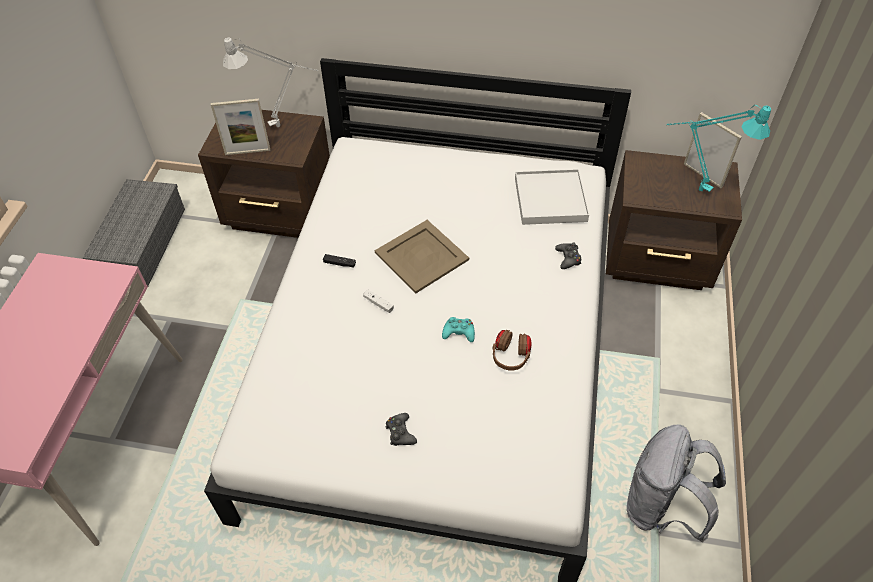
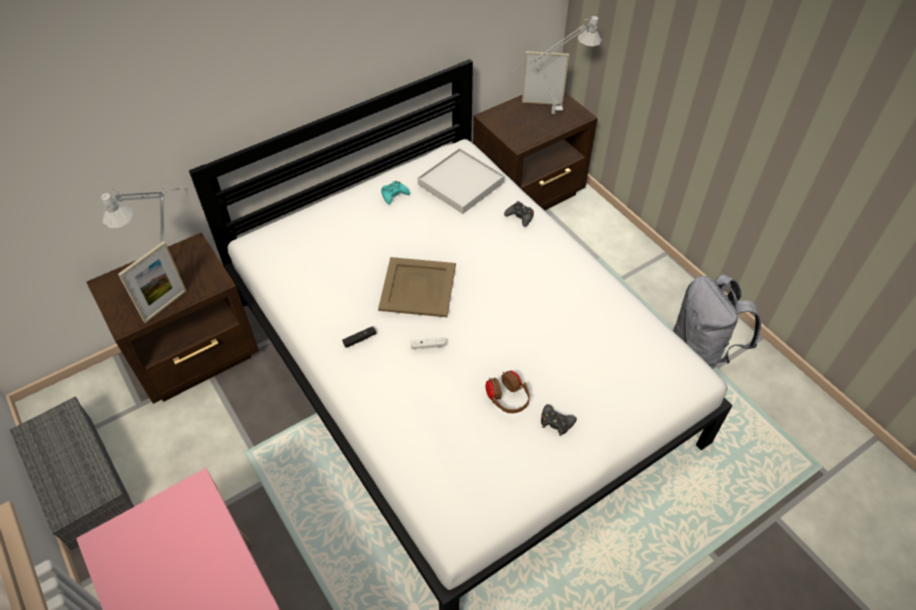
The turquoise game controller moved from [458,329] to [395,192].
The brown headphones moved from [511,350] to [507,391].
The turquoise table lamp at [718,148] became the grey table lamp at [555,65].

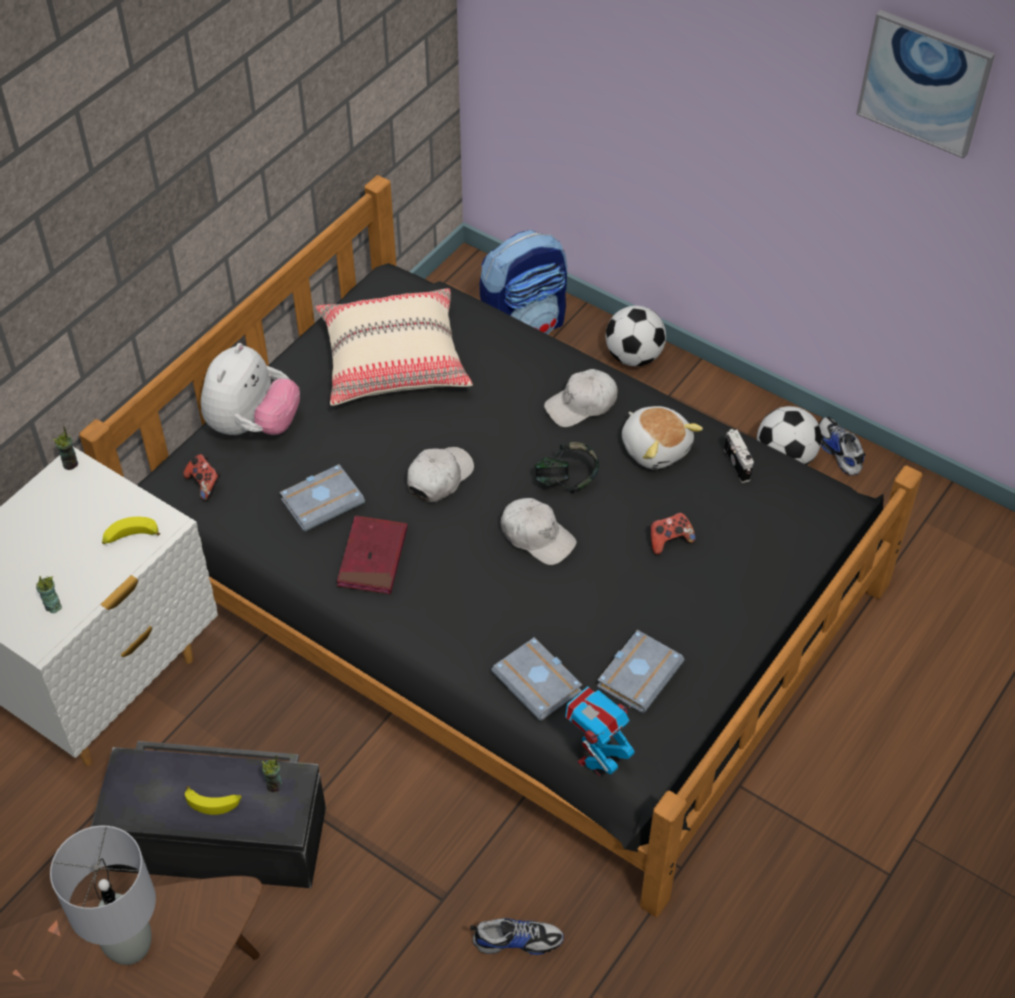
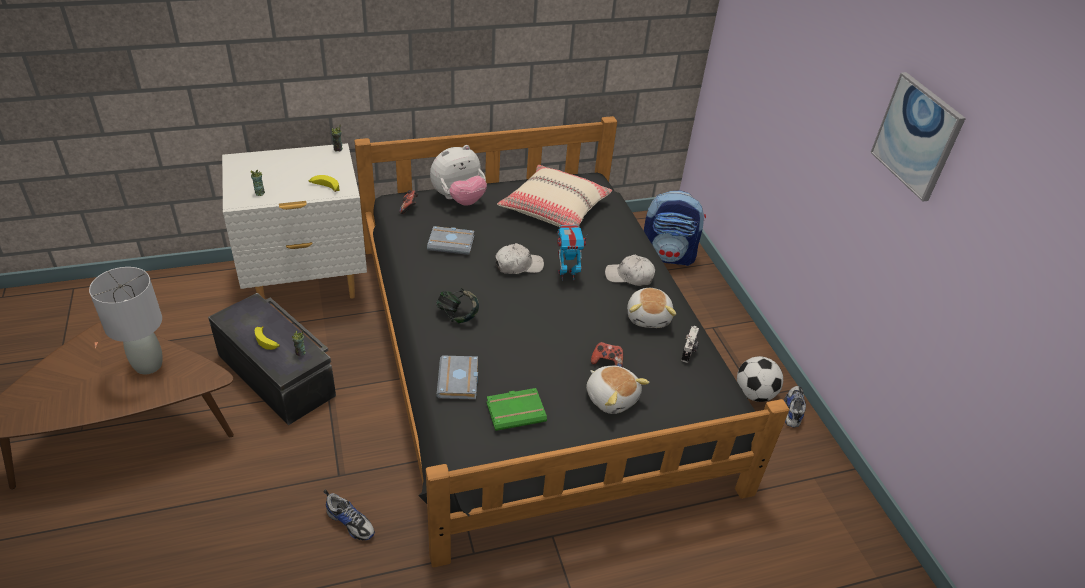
The red book at [372,554] disappeared.
The white cap at [539,531] disappeared.
The football at [636,336] disappeared.
The plush toy at [618,390] appeared.
The headphones moved from [567,467] to [457,305].
The toy robot moved from [600,731] to [572,253].
The grey book at [640,671] became the green book at [516,409].

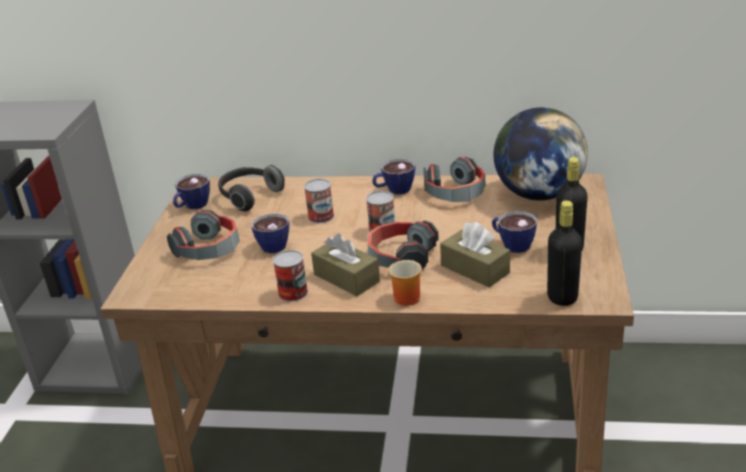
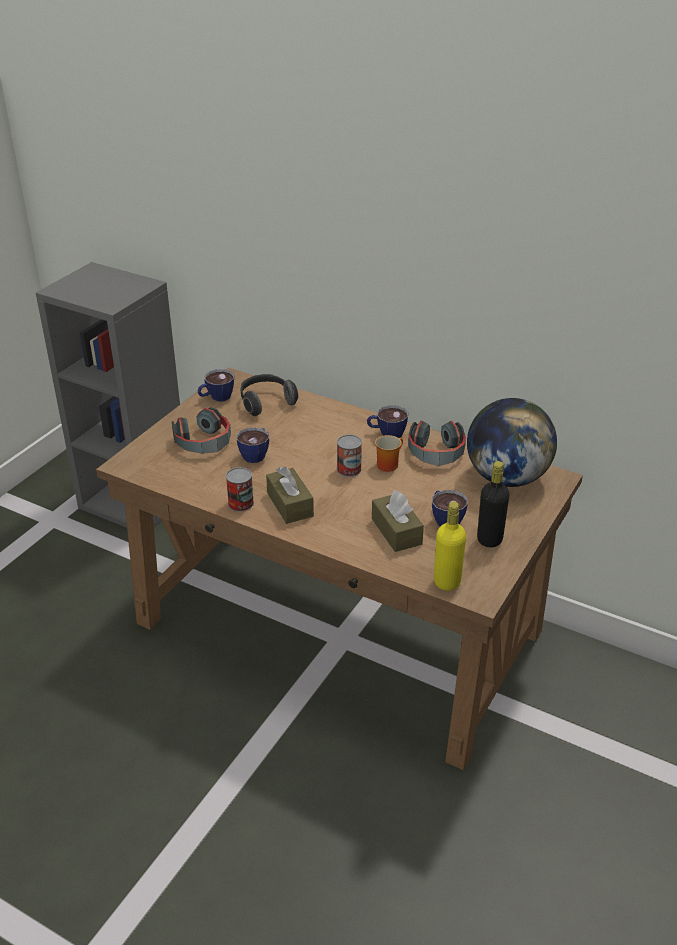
The can at [319,201] disappeared.
The headphones at [403,244] disappeared.
The mug moved from [405,283] to [389,453].
The black bottle at [564,253] became the yellow bottle at [450,546].

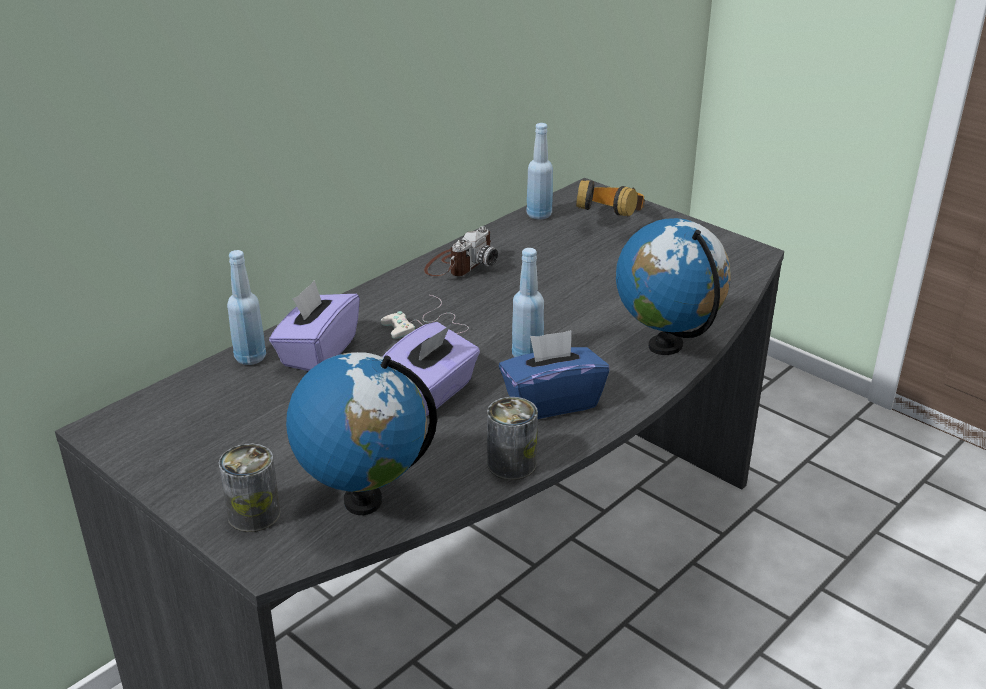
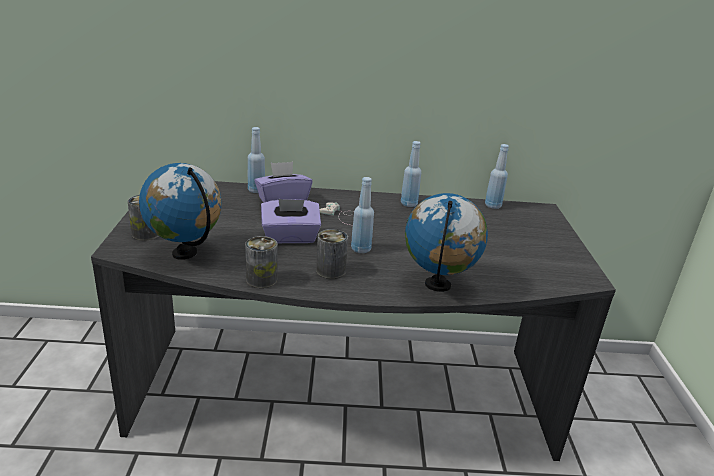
The headphones at [610,198] disappeared.
The photo camera at [461,251] was replaced by the blue bottle at [411,174].
The blue tissue box at [554,374] was replaced by the can at [332,254].

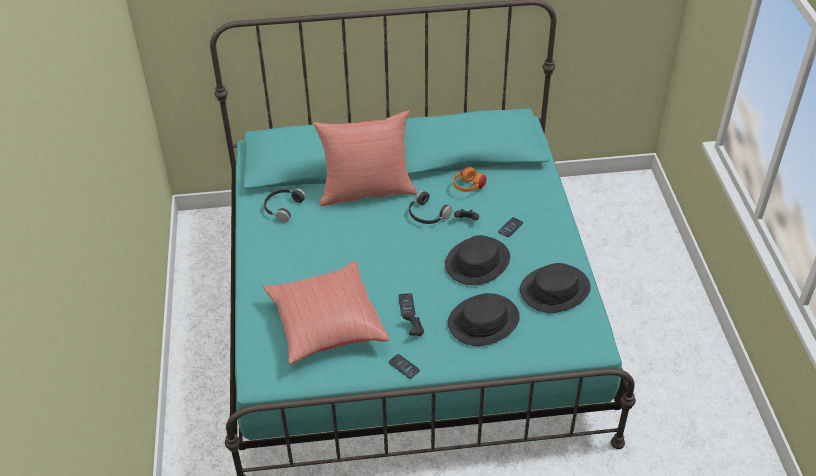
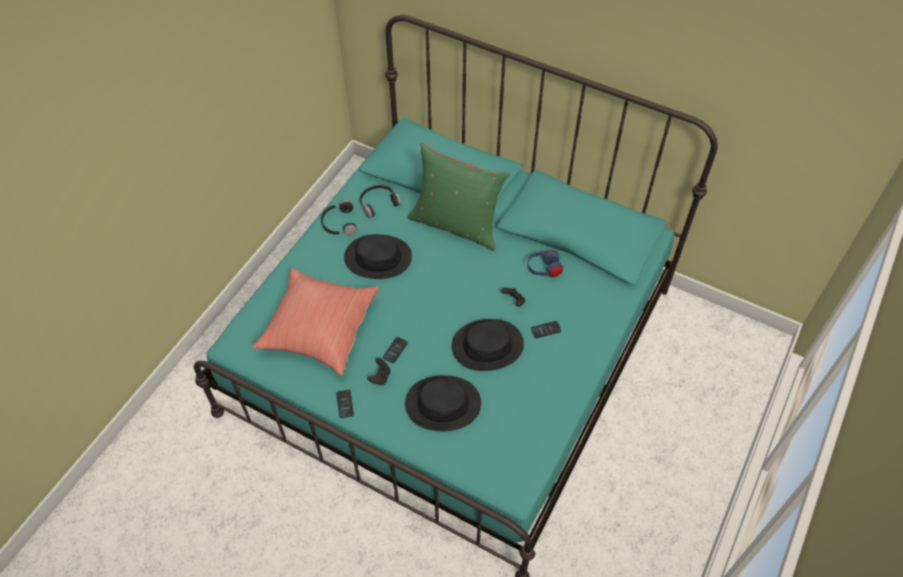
The black headphones moved from [431,207] to [339,218].
The black hat moved from [555,288] to [378,256].
The red pillow at [365,158] became the green pillow at [458,197].
The orange headphones at [469,179] became the blue headphones at [545,263].

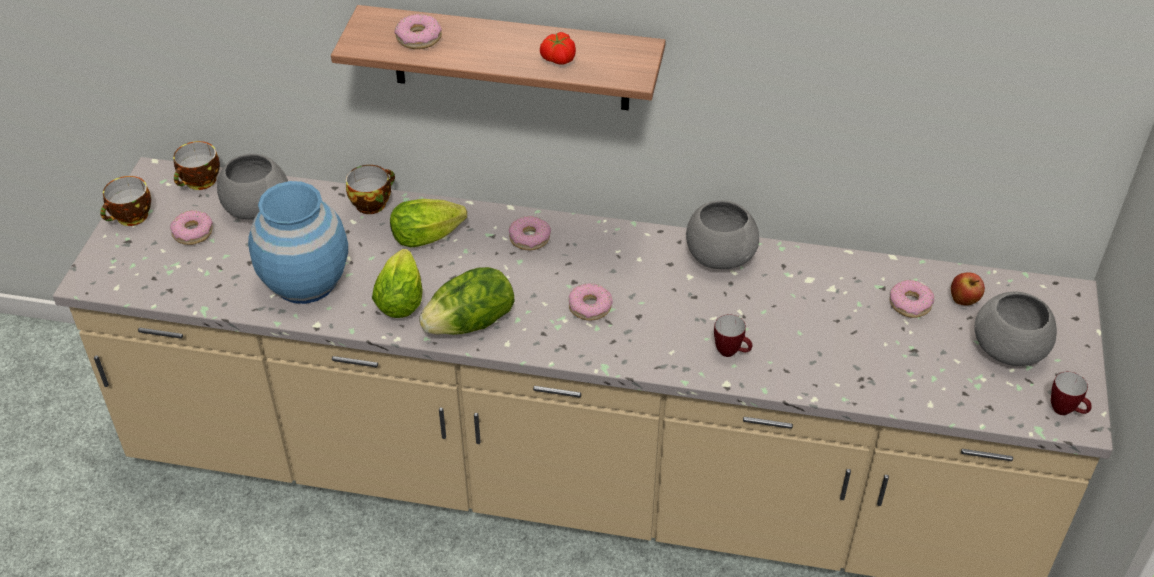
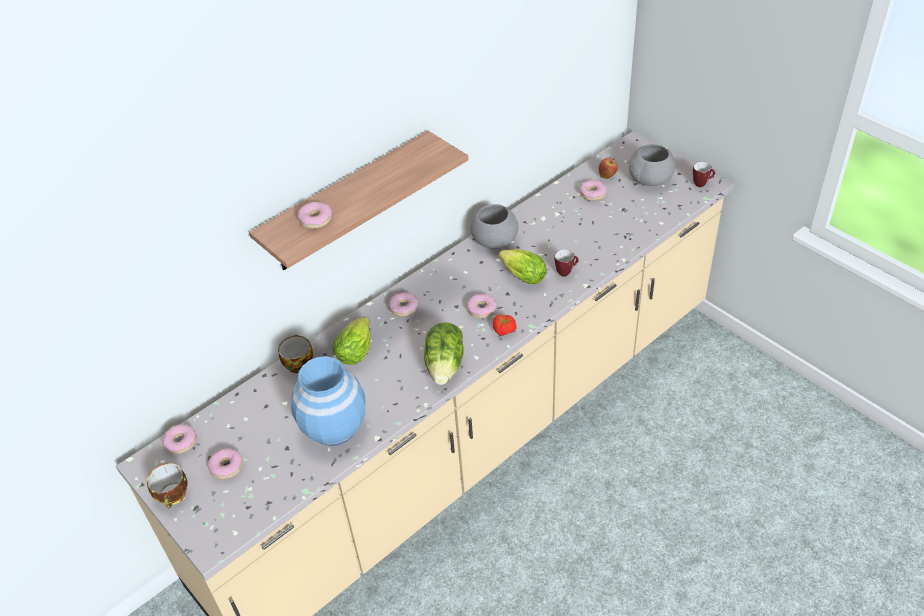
The grey bowl at [252,187] disappeared.
The lettuce moved from [397,283] to [522,266].
The tomato moved from [558,48] to [505,324].
The cup at [196,165] was replaced by the donut at [179,439].

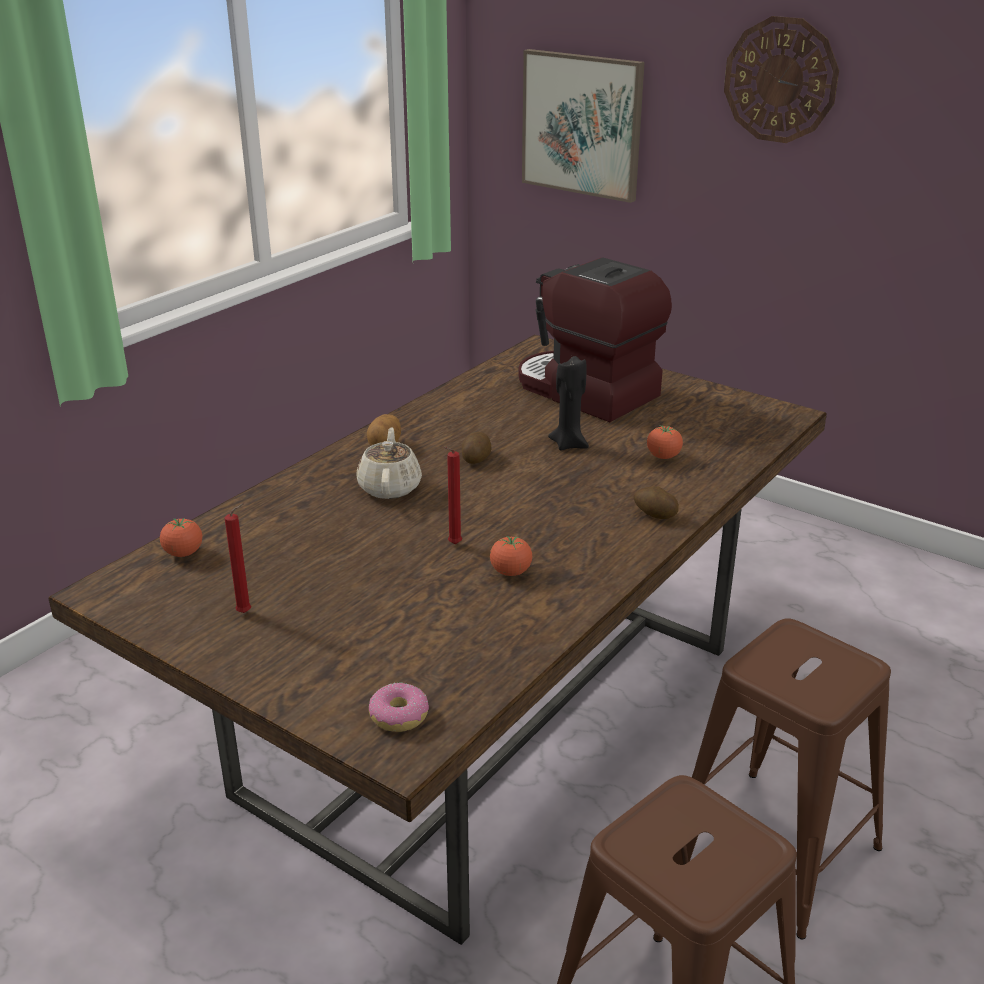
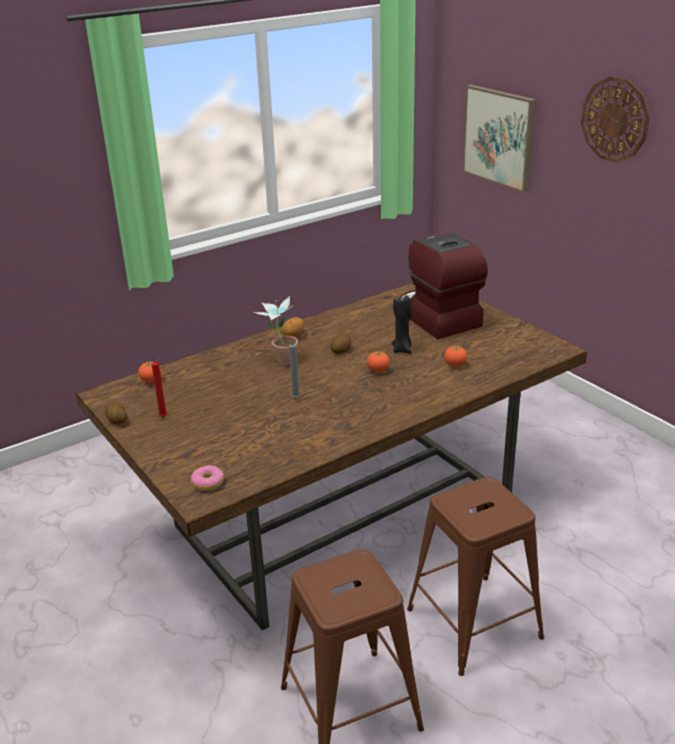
The tomato moved from [511,556] to [378,362].
The potato moved from [656,502] to [116,413].
The beige teapot at [389,463] was replaced by the potted plant at [276,331].
The red candle at [452,495] became the grey candle at [292,369].

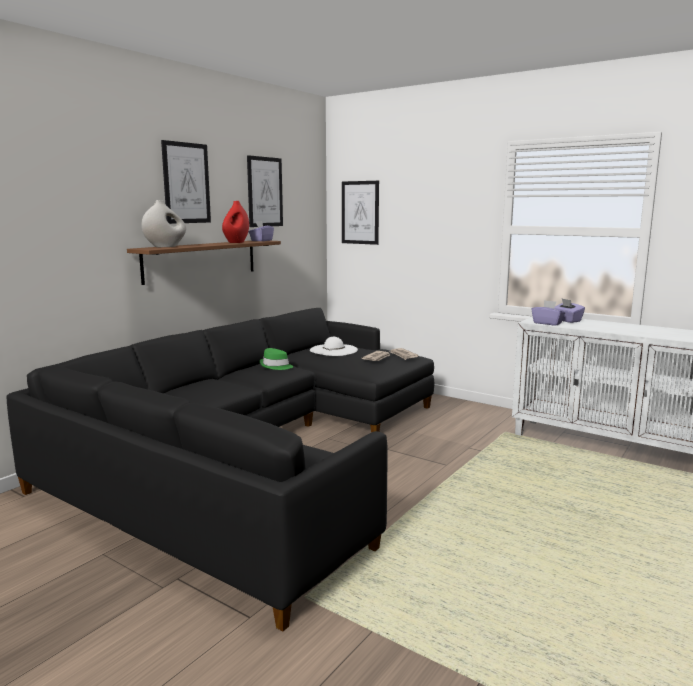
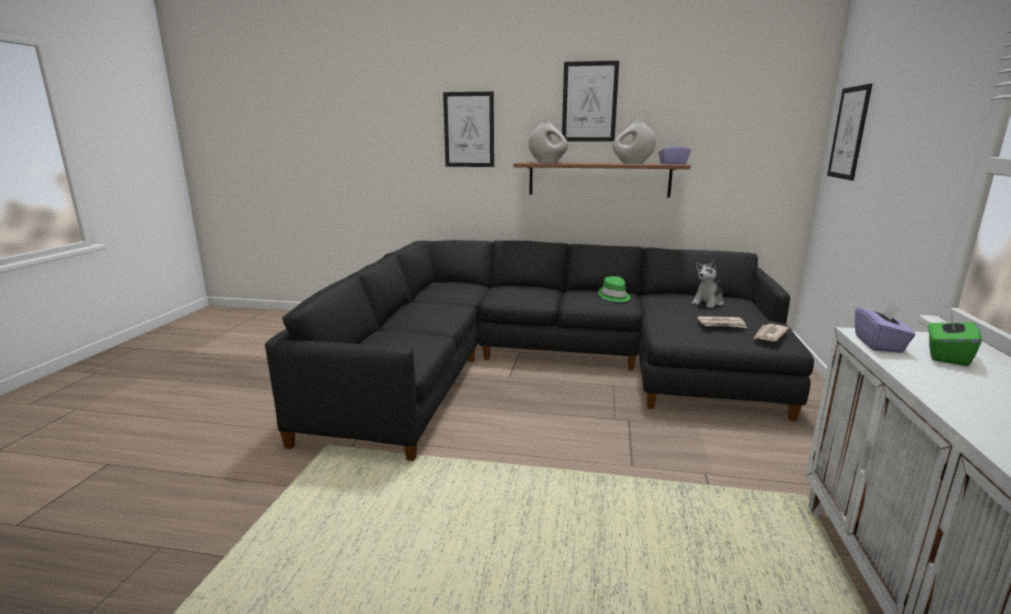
The picture moved from [265,191] to [468,129].
The white hat at [334,346] was replaced by the plush toy at [708,283].
The red vase at [235,222] became the white vase at [634,141].
The purple tissue box at [569,311] became the green tissue box at [955,338].

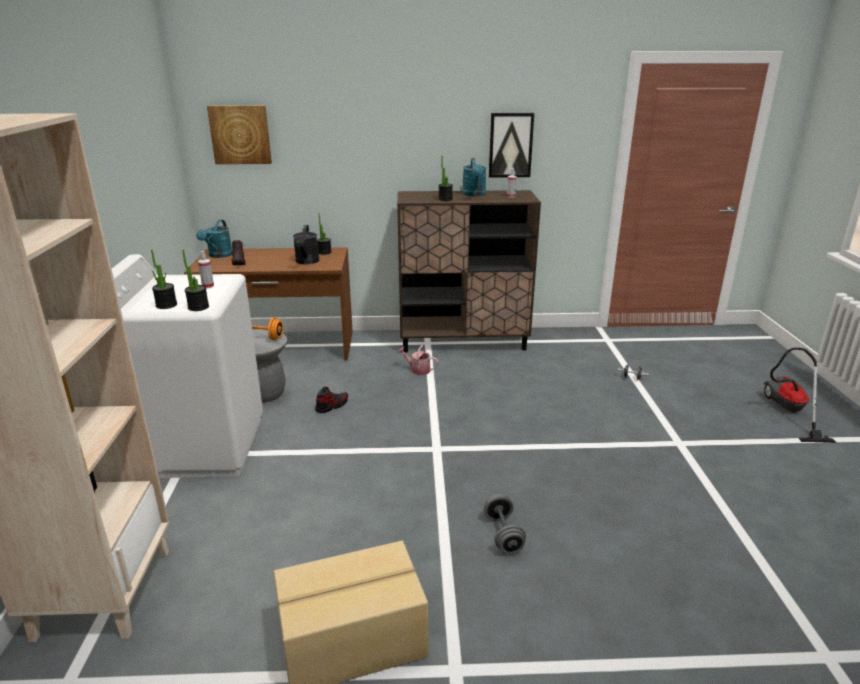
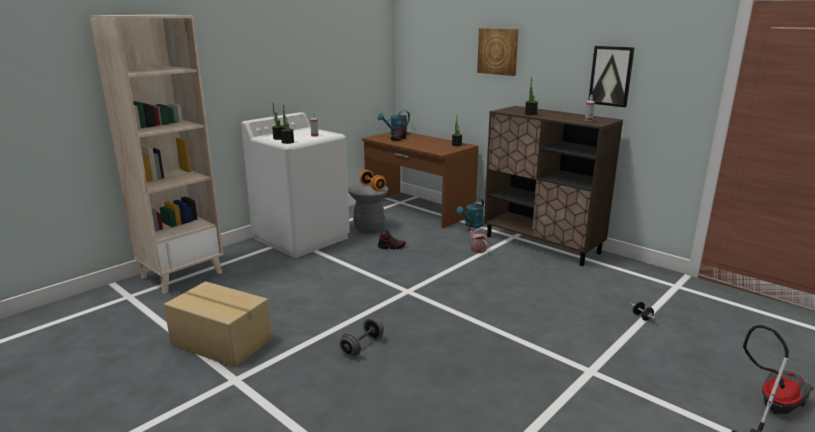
The black watering can at [306,244] disappeared.
The picture moved from [239,134] to [498,52].
The turquoise watering can moved from [474,177] to [470,213].

